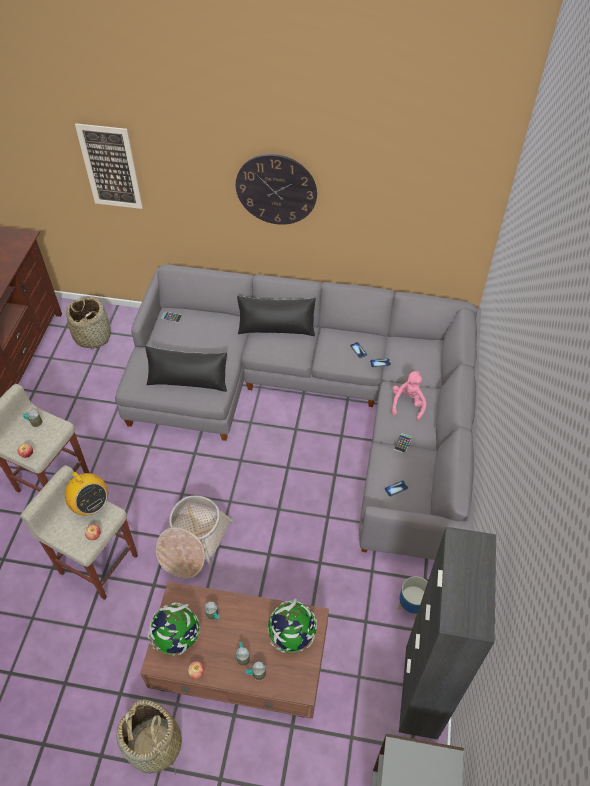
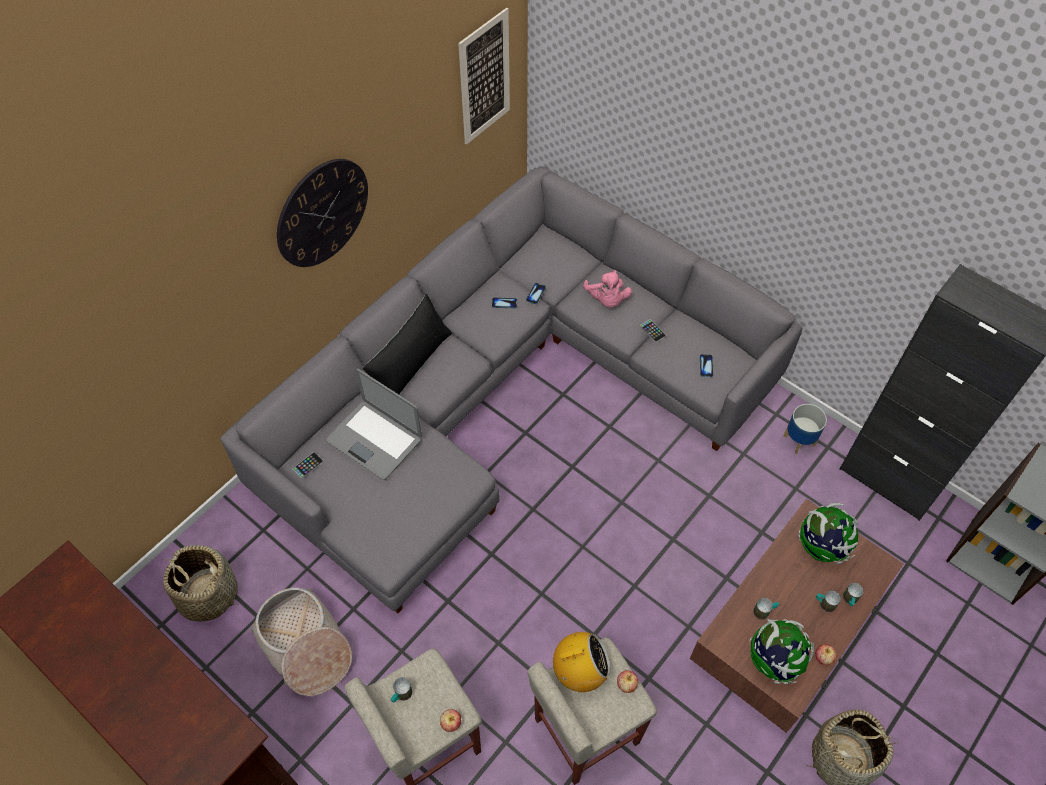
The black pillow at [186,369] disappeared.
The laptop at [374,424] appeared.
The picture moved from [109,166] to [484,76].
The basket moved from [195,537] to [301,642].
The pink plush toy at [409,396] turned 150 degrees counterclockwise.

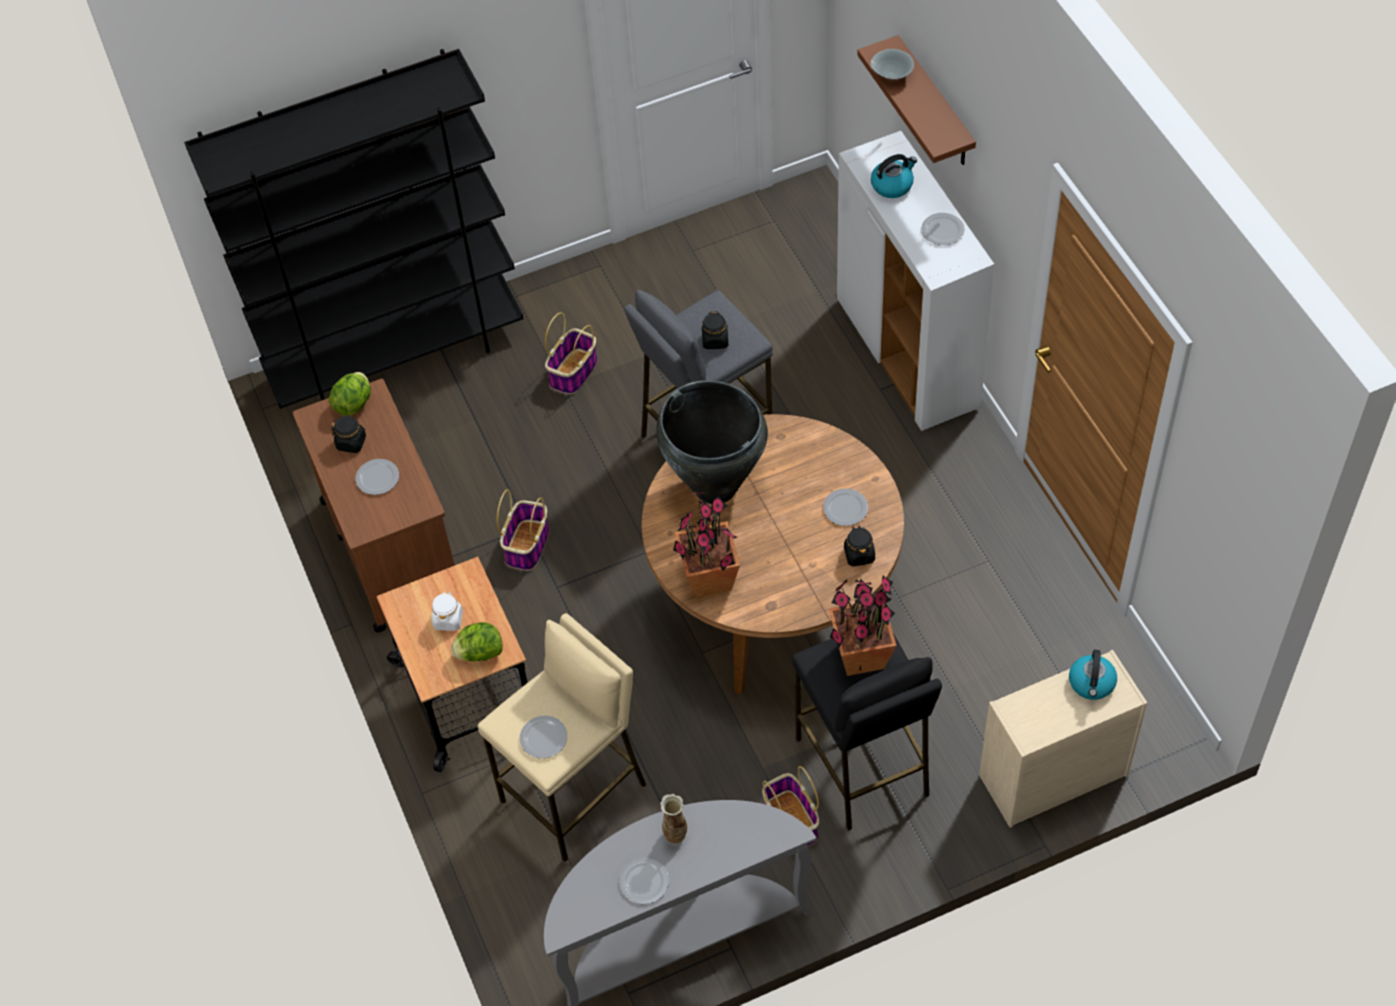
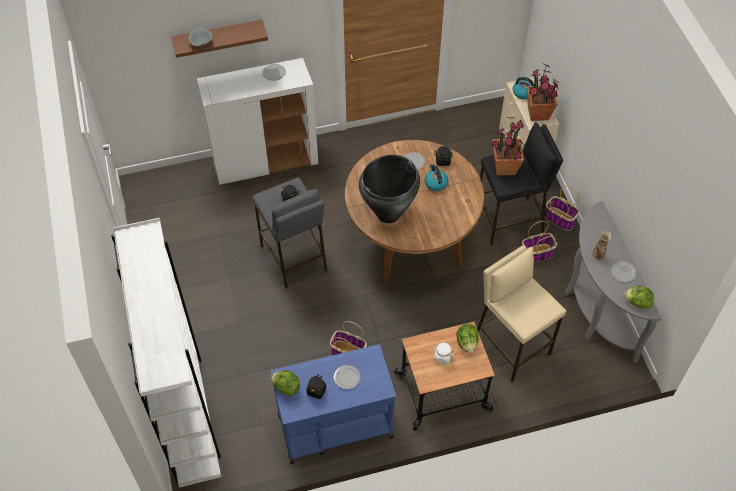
The plate at [543,737] disappeared.
The lettuce at [639,297] appeared.
The basket moved from [571,353] to [562,208].
The potted plant moved from [706,544] to [543,92].
The kettle moved from [894,176] to [436,177].
The black bookcase at [354,229] became the white bookcase at [166,353].
The brown cart at [374,506] became the blue cart at [333,404].

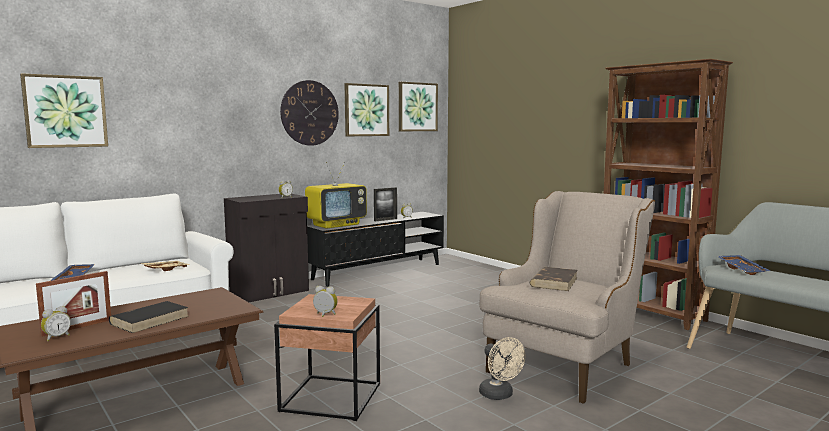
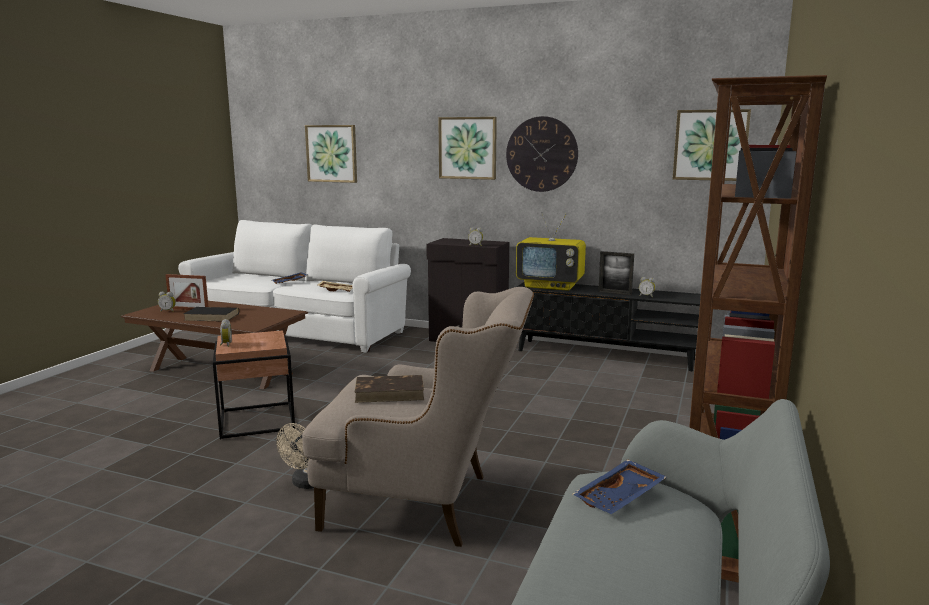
The picture moved from [366,109] to [467,148].

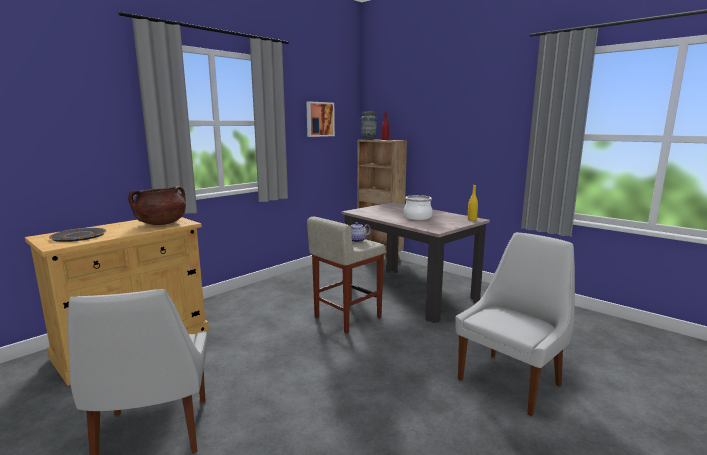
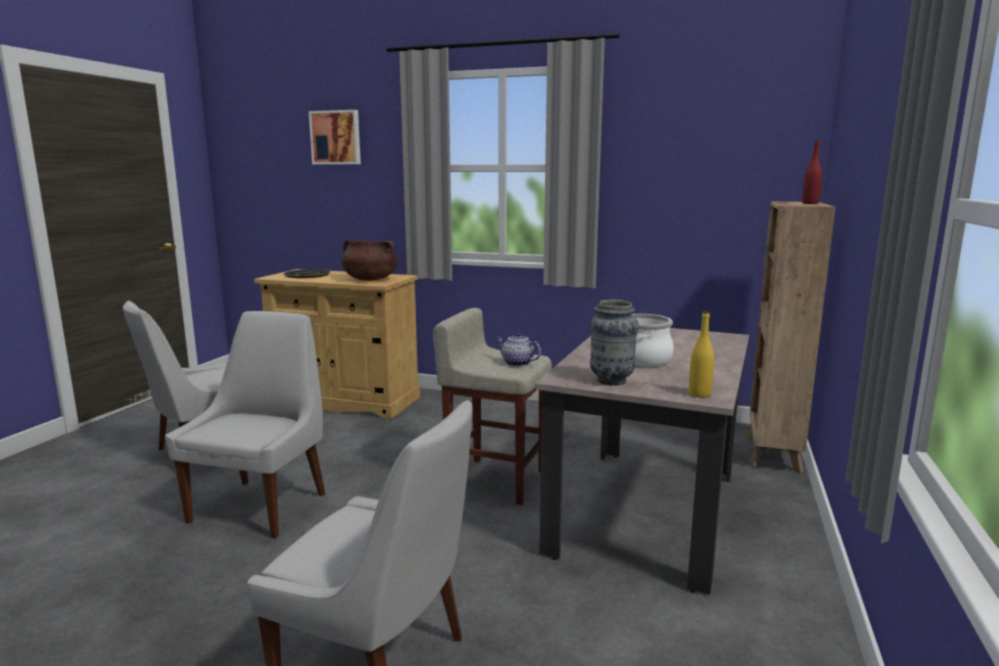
The white chair at [245,424] appeared.
The picture moved from [320,119] to [335,137].
The vase moved from [369,125] to [614,343].

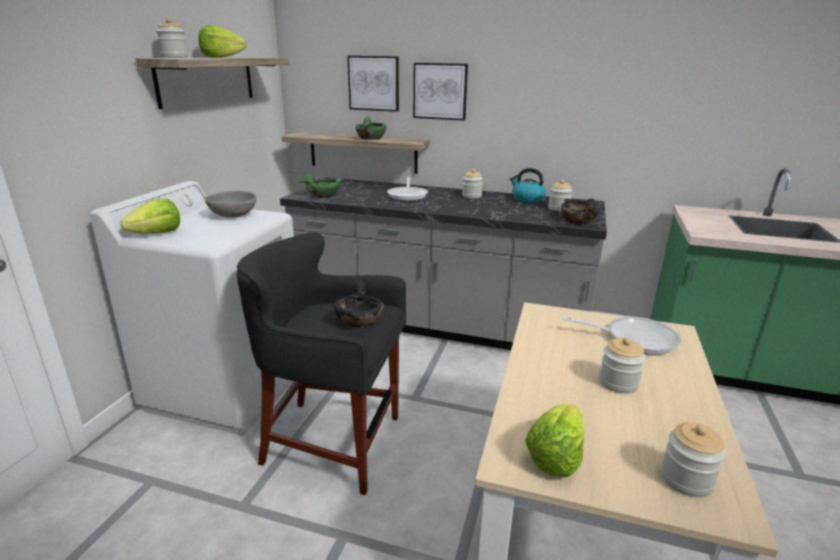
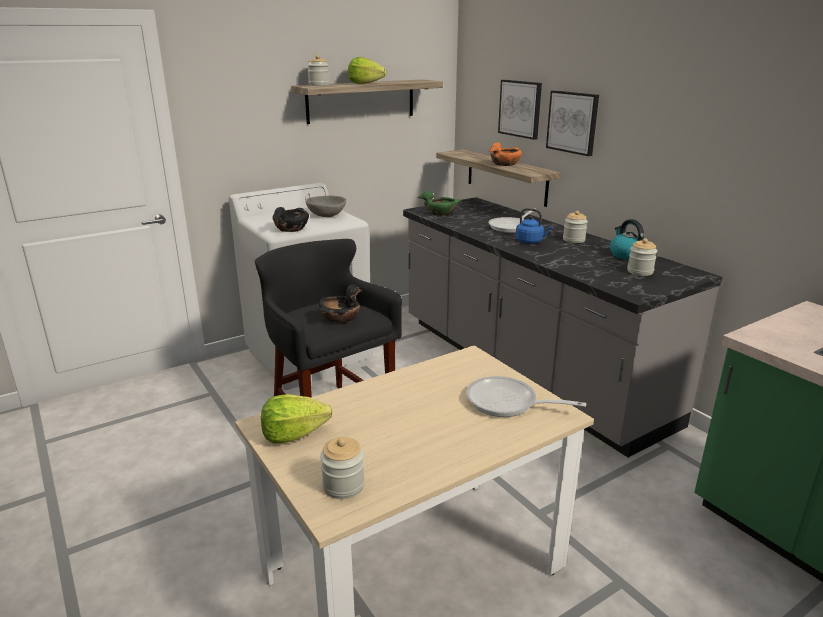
The lettuce at [150,216] disappeared.
The jar at [622,365] disappeared.
The blue kettle at [533,226] appeared.
The black bowl moved from [580,211] to [291,219].
The green bowl at [370,128] became the orange bowl at [505,154].
The frying pan at [621,336] turned 150 degrees clockwise.

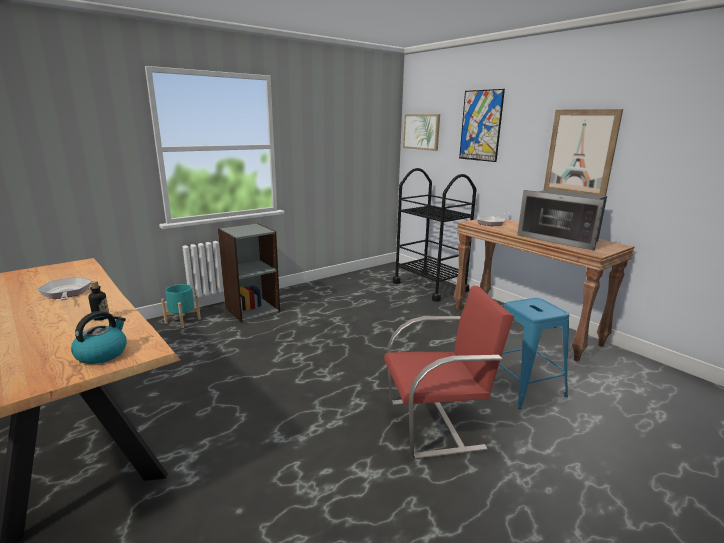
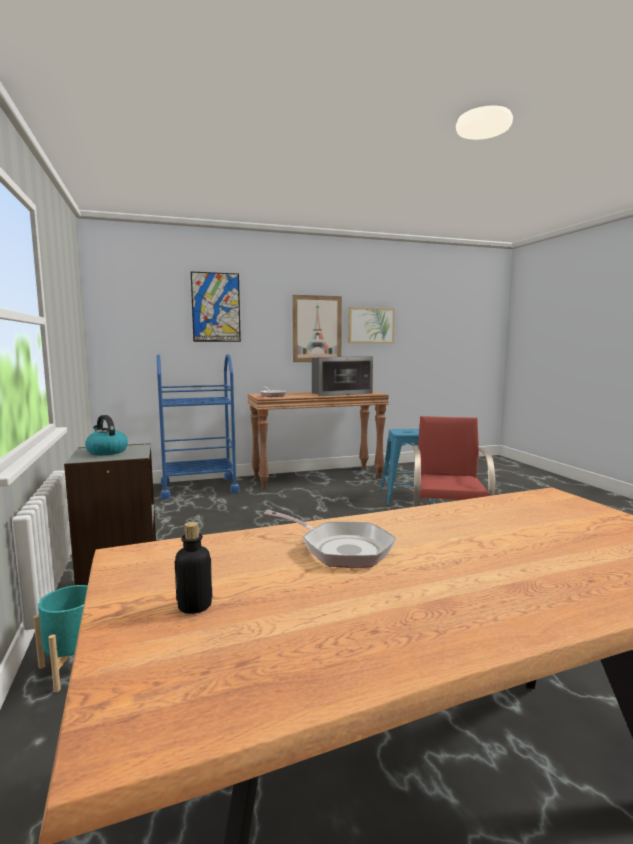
The kettle moved from [99,337] to [106,435].
The bottle moved from [98,301] to [194,568].
The picture moved from [421,132] to [371,325].
The black cart at [435,235] became the blue cart at [198,427].
The frying pan at [64,288] turned 135 degrees counterclockwise.

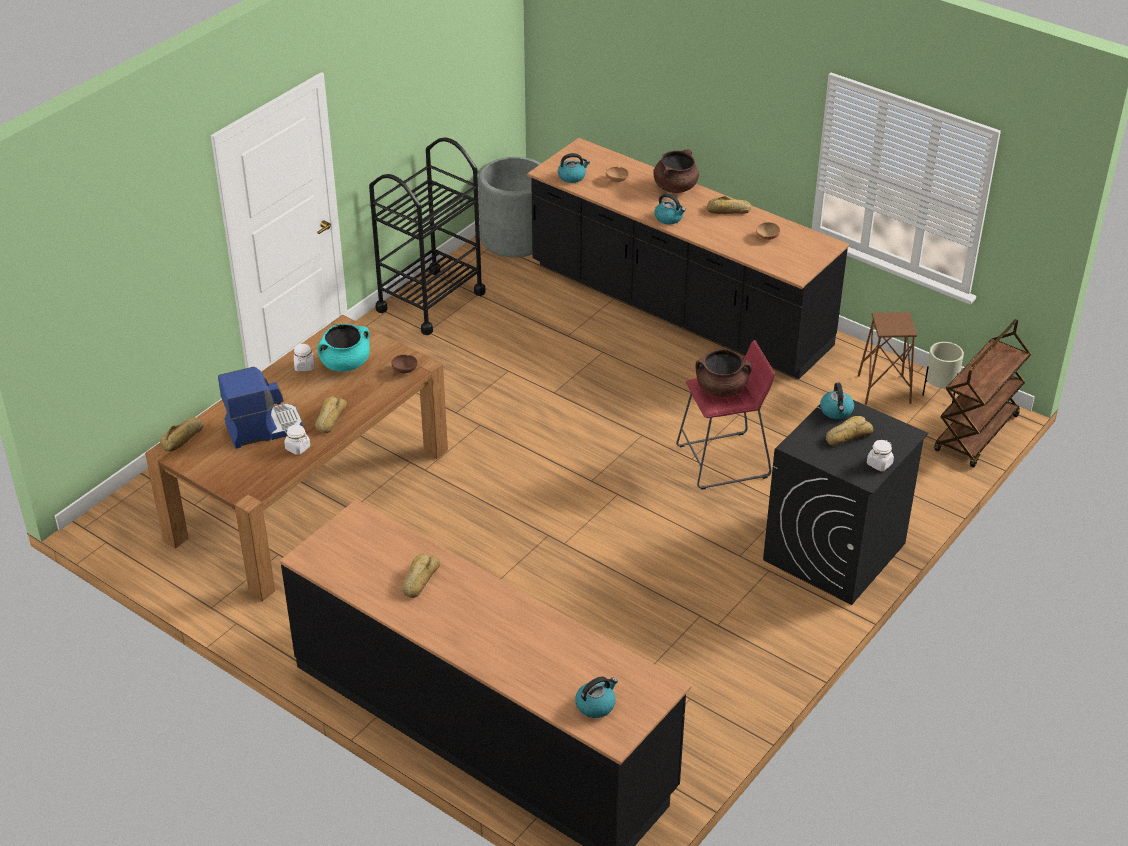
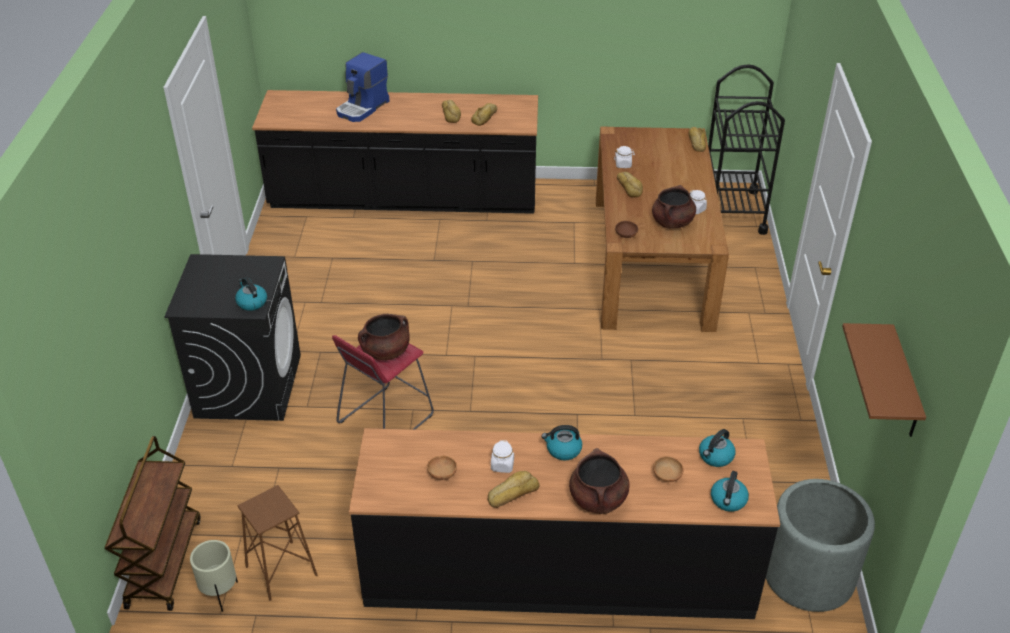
The brown shelf at [884,380] appeared.
The coffee machine moved from [260,408] to [363,87].
The black cart moved from [427,236] to [746,149].
The kettle moved from [596,697] to [730,491].
The bread moved from [849,431] to [484,114].
The white jar moved from [880,455] to [502,456].
The turquoise cooking pot at [343,347] became the brown cooking pot at [674,206].

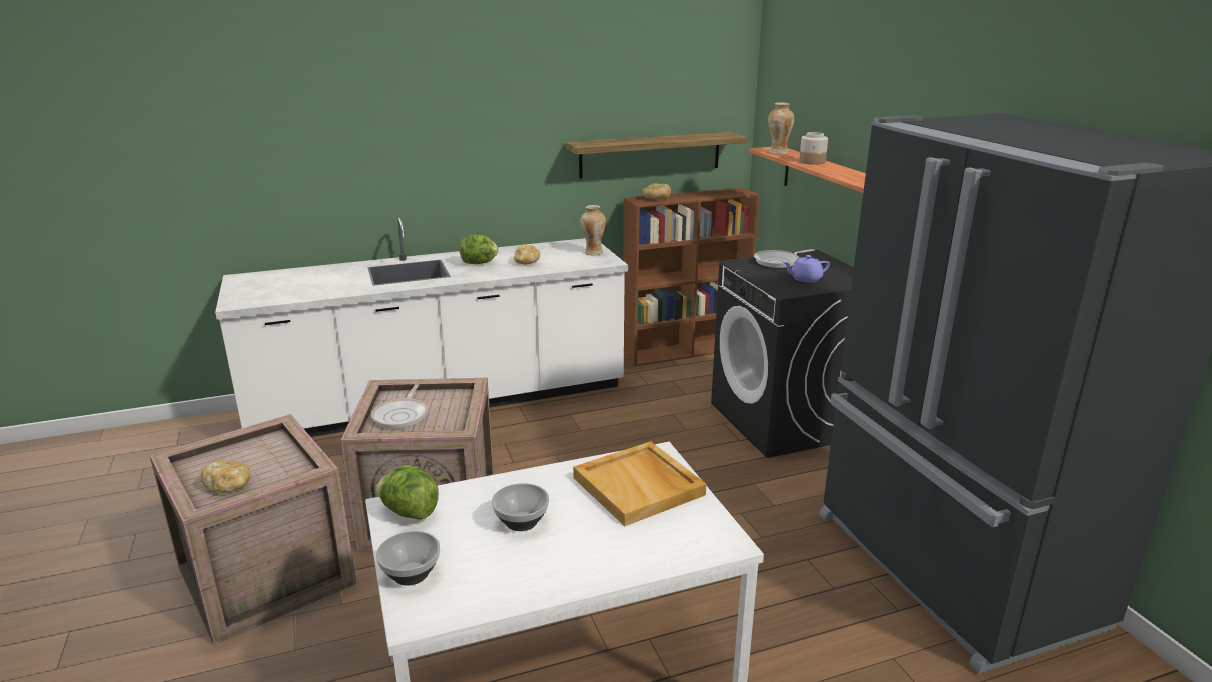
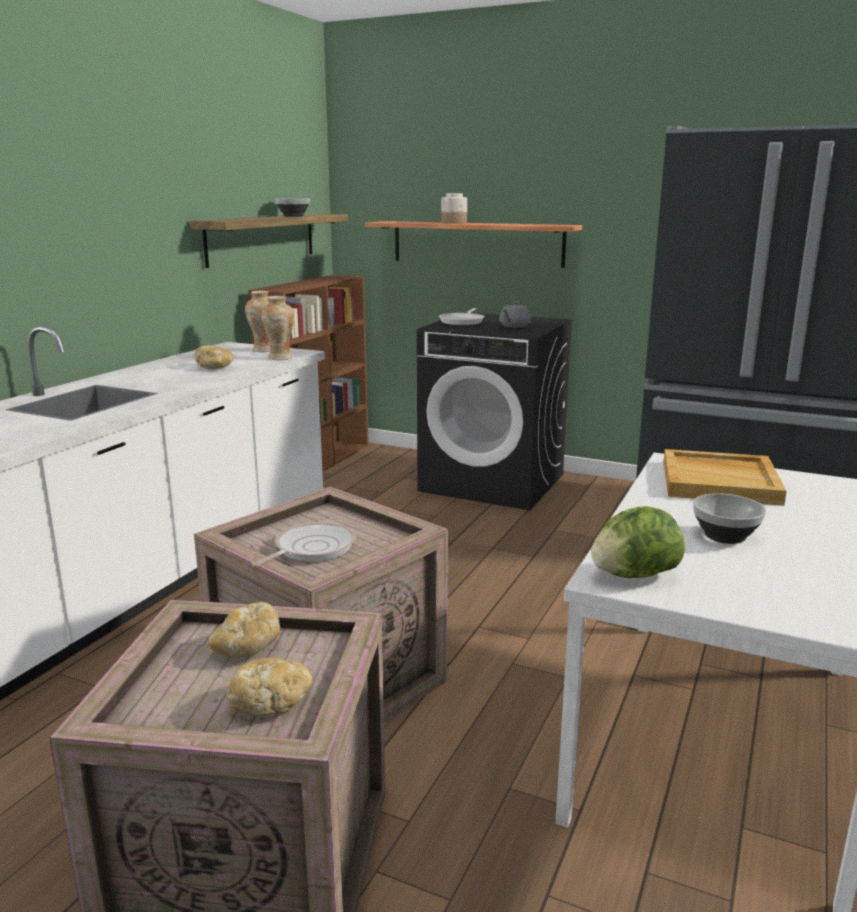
The lettuce at [479,249] disappeared.
The bowl moved from [408,558] to [292,207].
The bread moved from [656,191] to [244,629].
The vase moved from [781,129] to [278,328].
The purple teapot at [806,268] became the grey teapot at [515,314].
The frying pan at [399,406] turned 105 degrees counterclockwise.

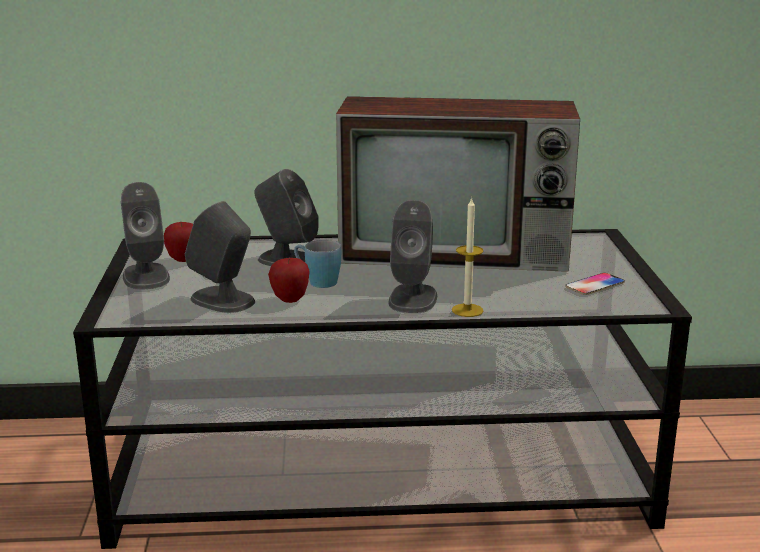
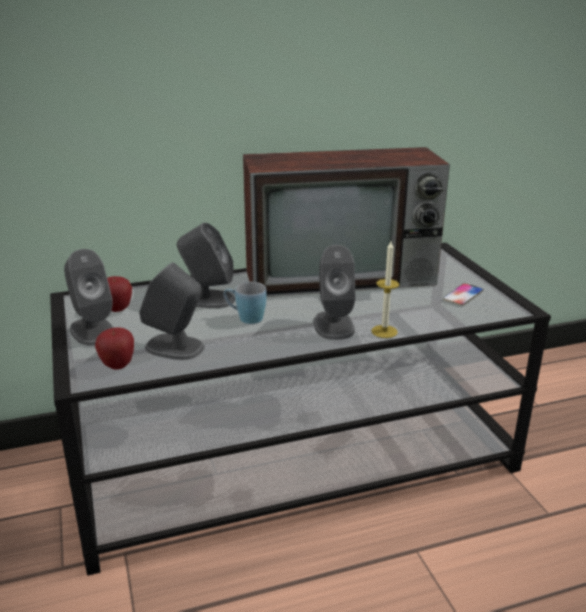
The apple moved from [289,280] to [114,348].

